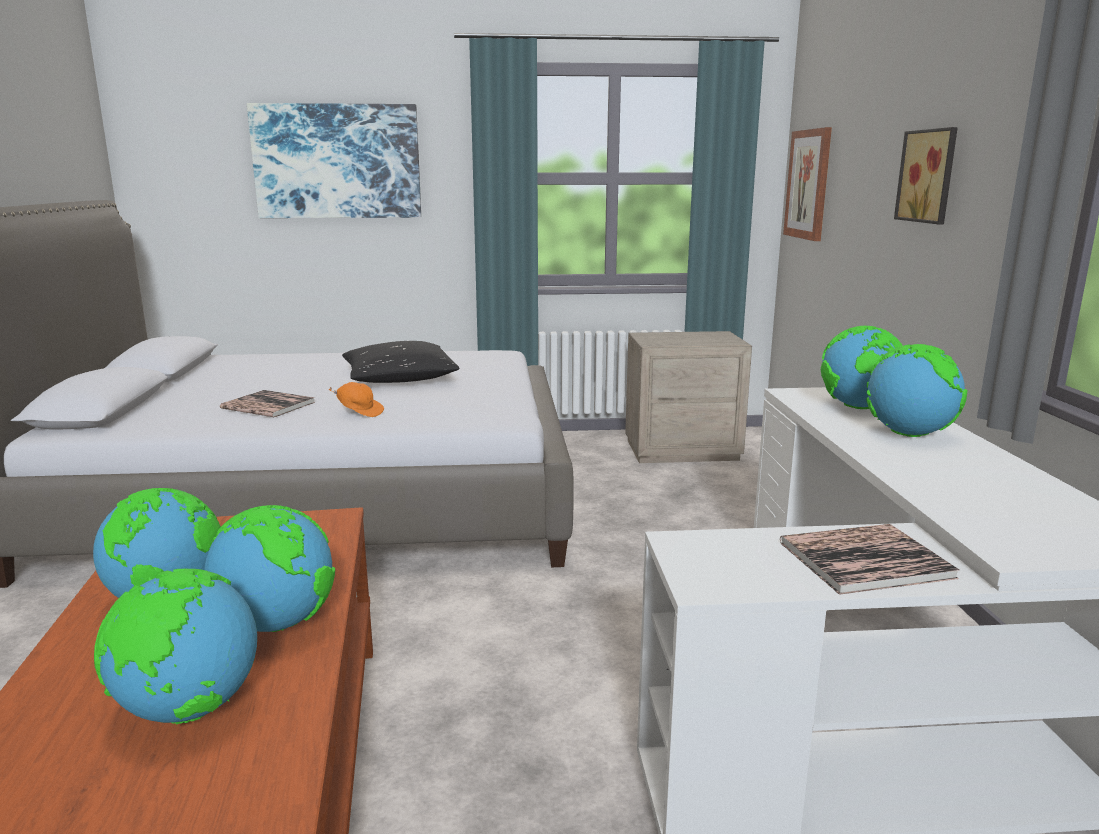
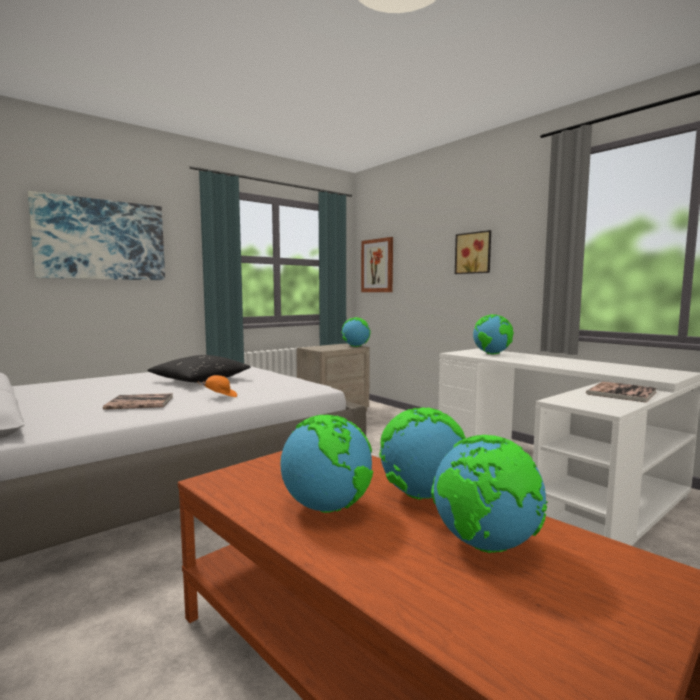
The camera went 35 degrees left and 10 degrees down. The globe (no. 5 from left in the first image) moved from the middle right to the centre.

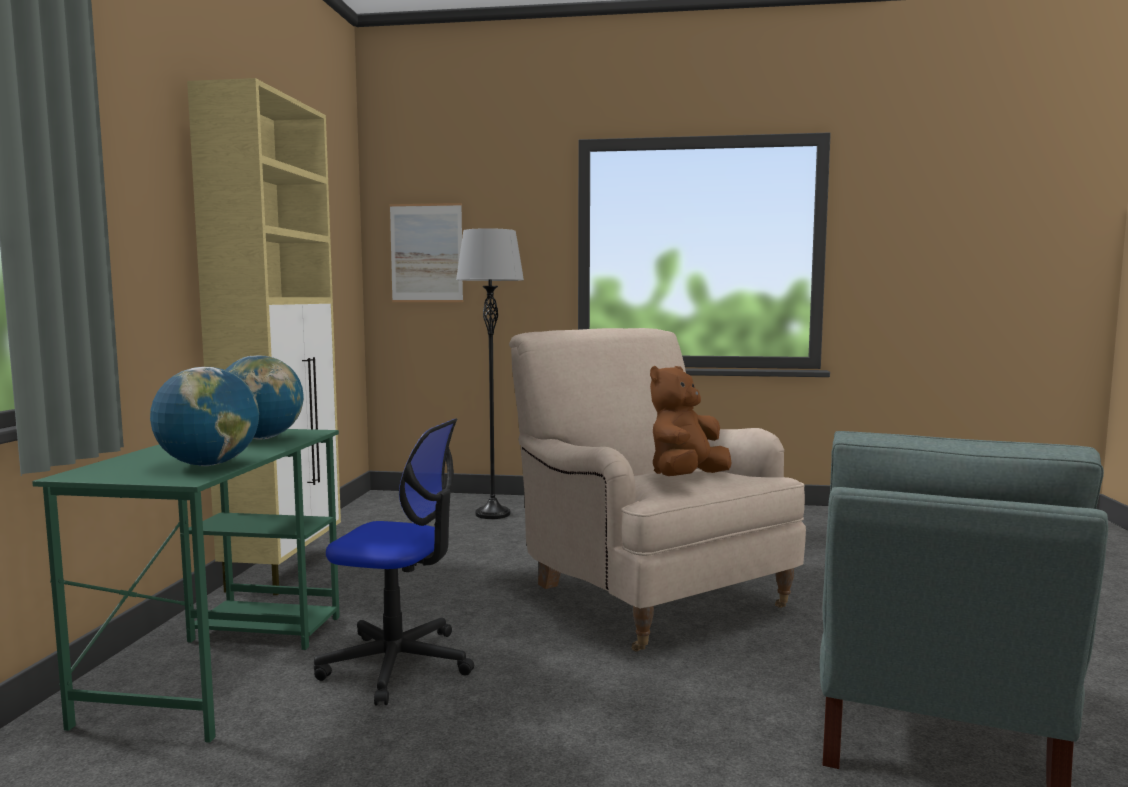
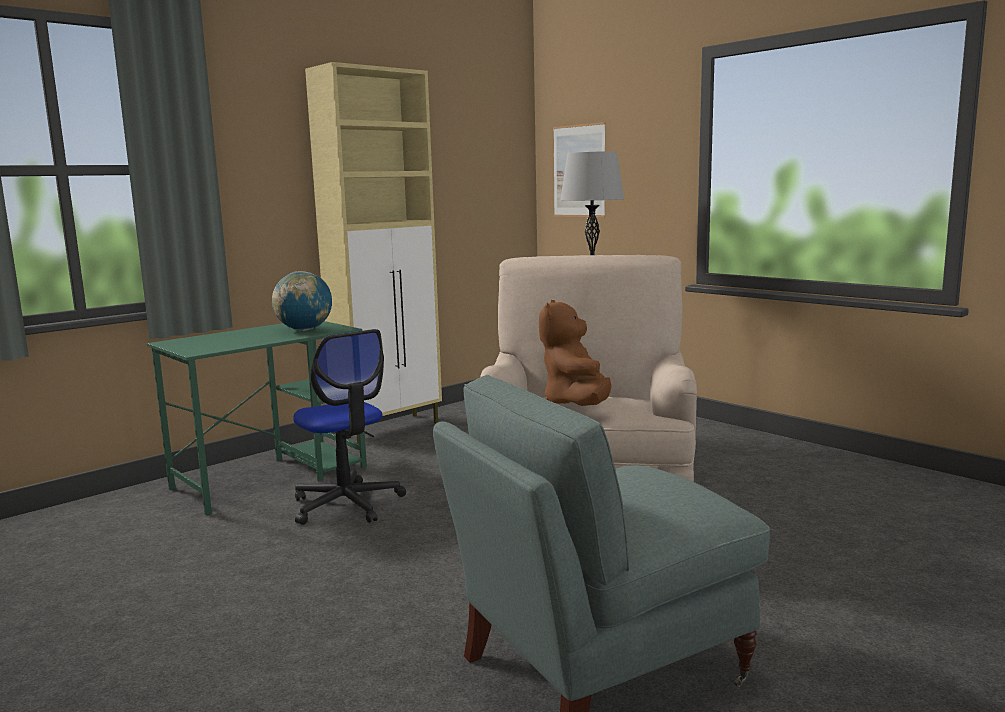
The camera went 40 degrees right and 5 degrees up. The plush toy/brown at the centre turned 75 degrees counterclockwise. The globe (no. 1 from left) at the middle left disappeared.

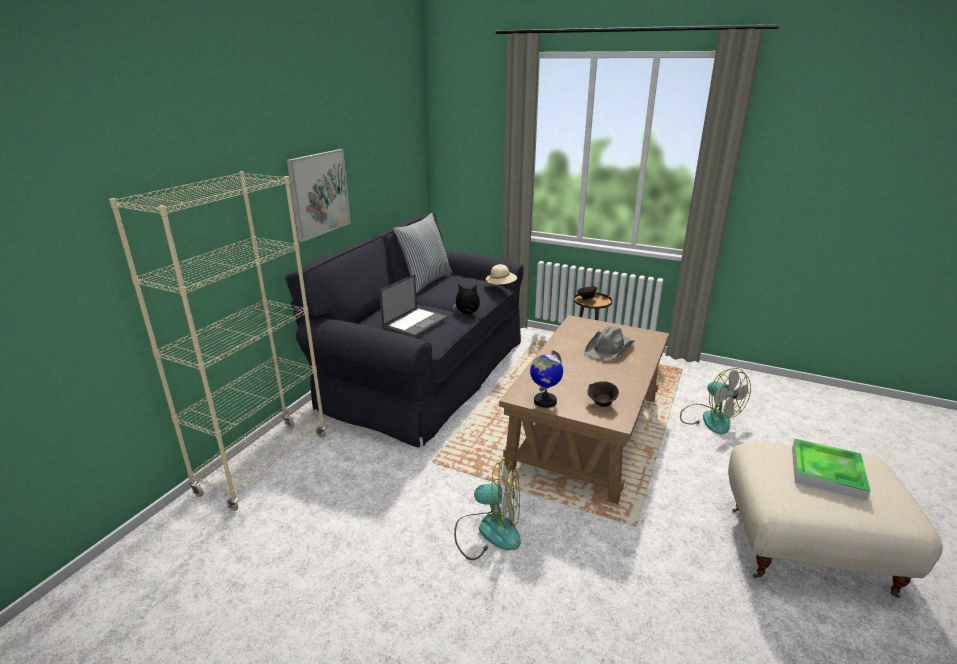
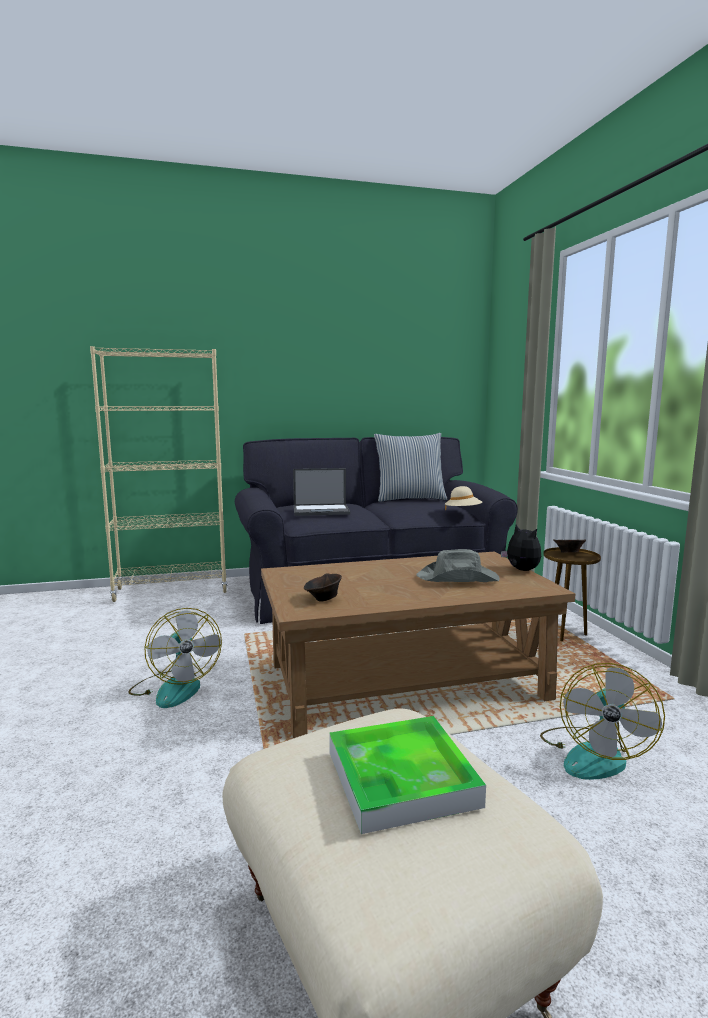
The camera went 50 degrees right and 15 degrees down. The plush toy moved from the centre to the middle right. The picture at the top centre disappeared. The globe at the centre disappeared.

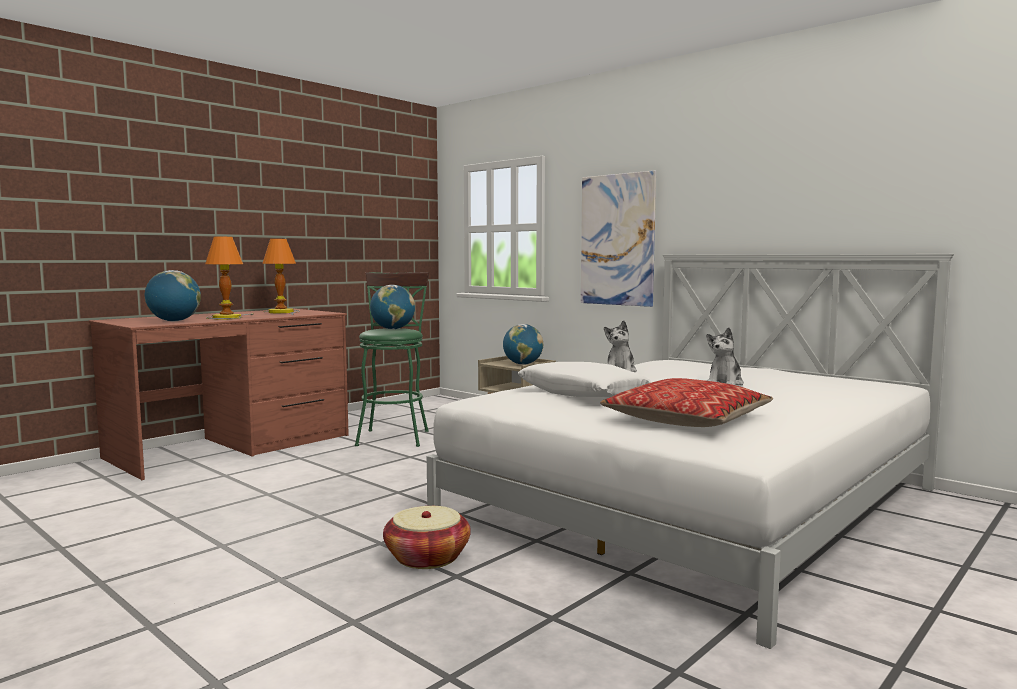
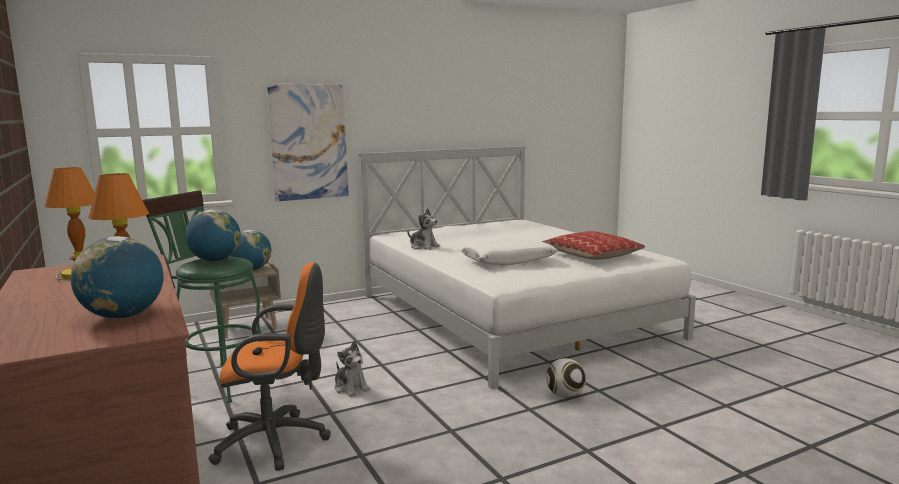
The camera went 70 degrees left and 5 degrees up. The office chair/orange at the bottom left appeared. The plush toy (no. 2 from left in the first image) moved from the middle right to the bottom centre. The basket at the bottom centre was replaced by the football at the bottom centre.

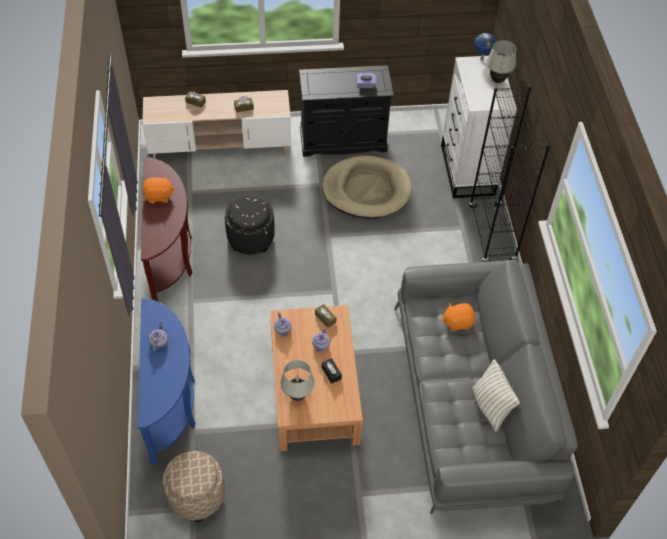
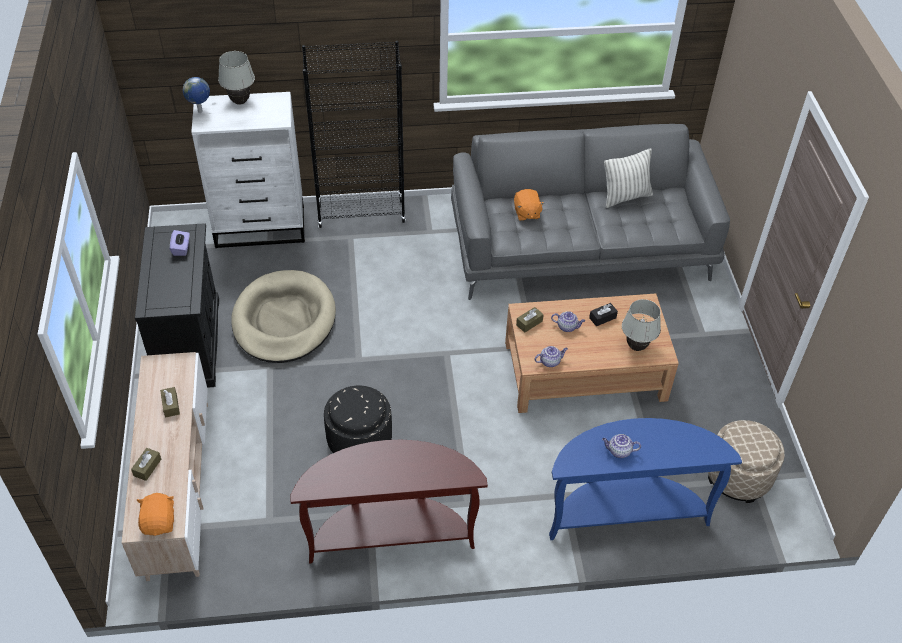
The camera went 90 degrees left and 5 degrees down. The plush toy/orange (no. 1 from left) moved from the middle left to the bottom left.

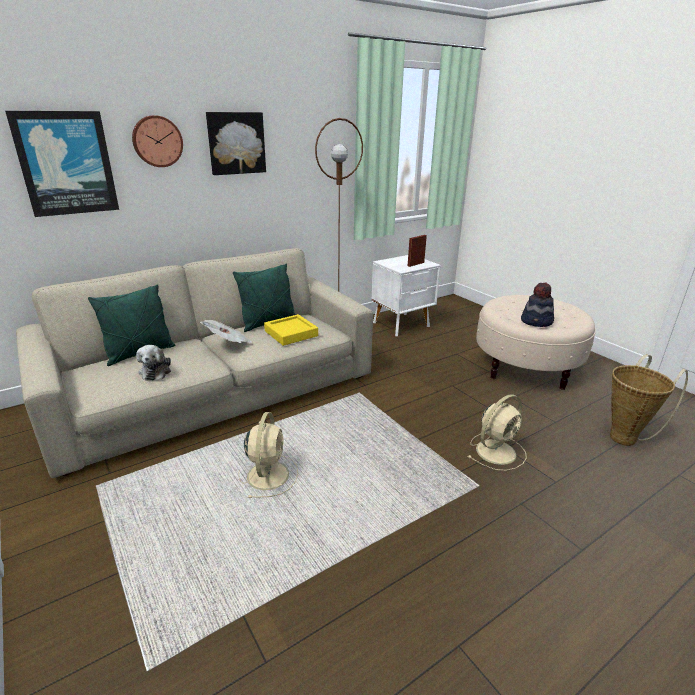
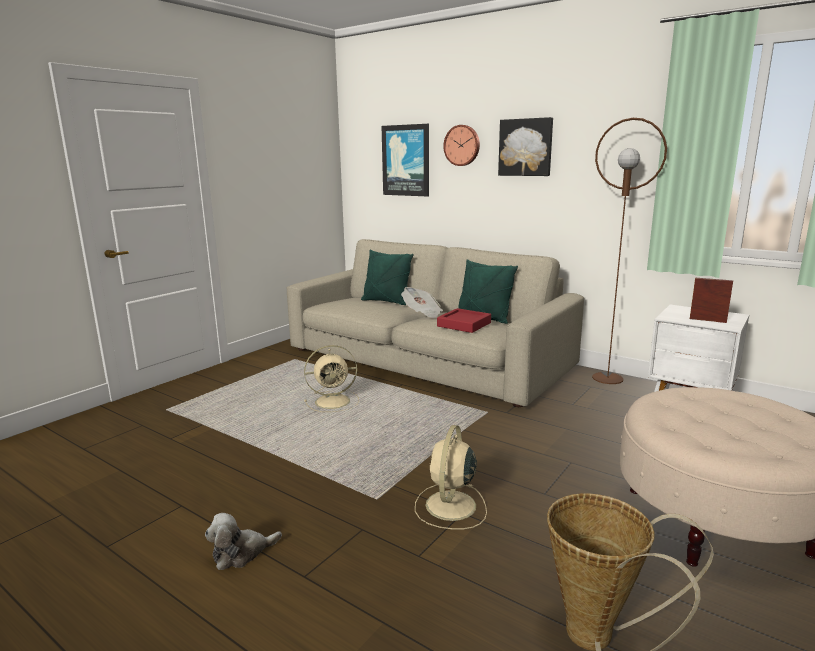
The camera went 70 degrees right and 10 degrees down. The plush toy moved from the middle left to the bottom left. The fan/beige (no. 2 from left) at the middle right turned 75 degrees clockwise. The tray/yellow at the centre became the tray/red at the centre. The hat at the middle right disappeared.

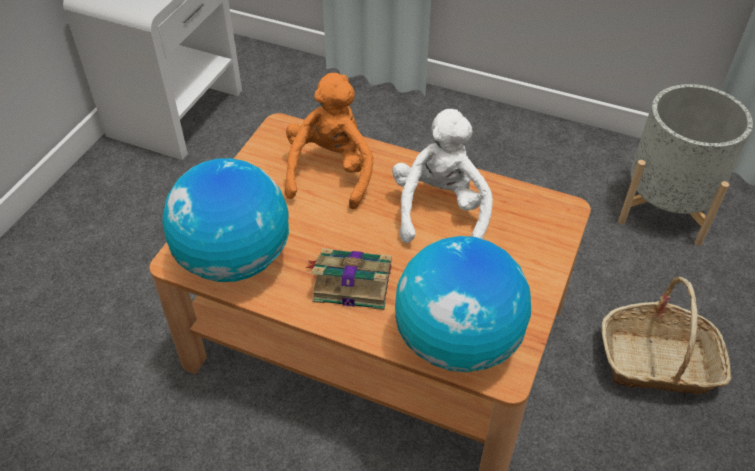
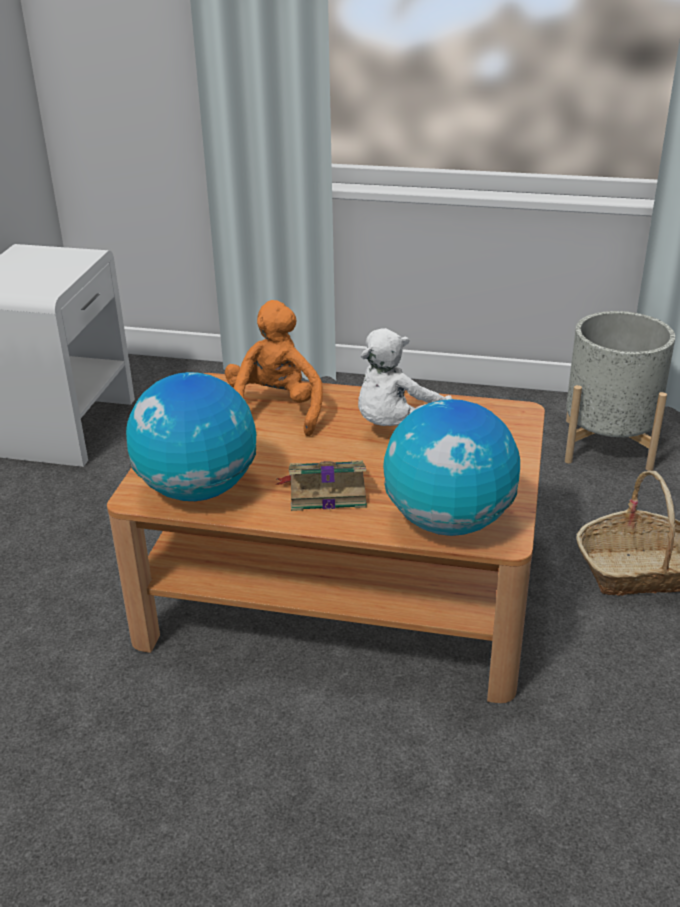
The camera went 10 degrees left and 15 degrees down. The plush toy/white at the centre turned 135 degrees counterclockwise.

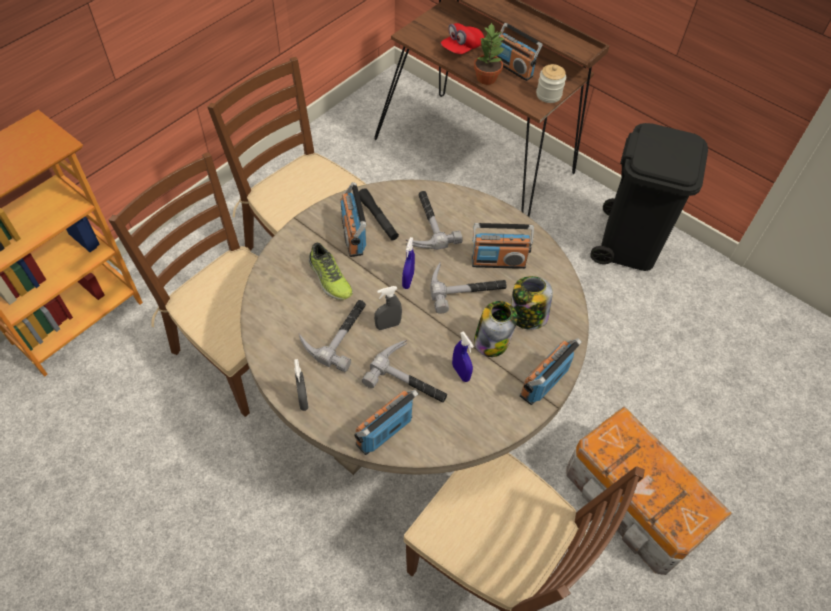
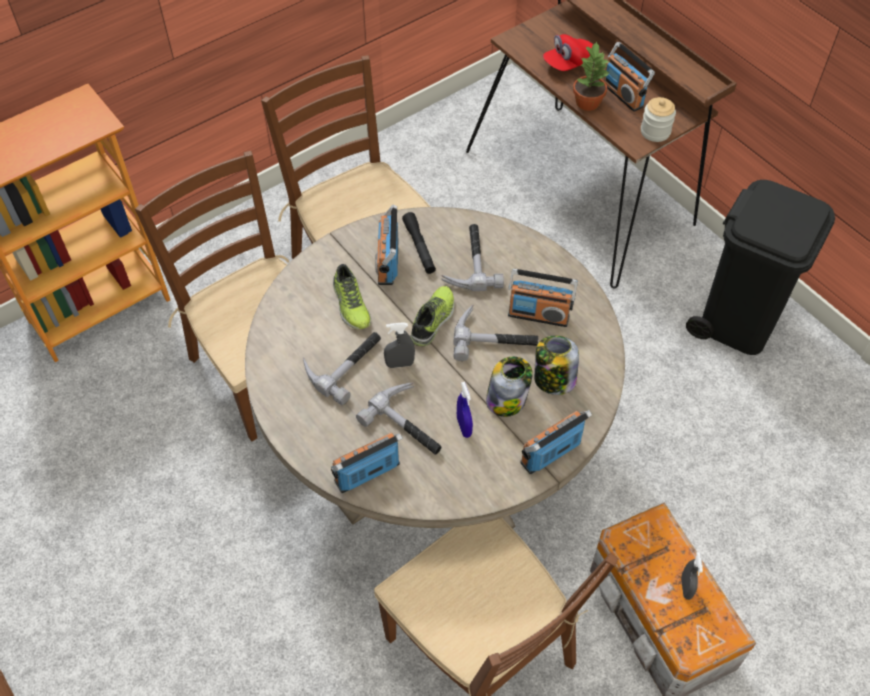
The camera went 15 degrees right and 0 degrees up. The spray bottle/blue (no. 1 from left) at the centre was replaced by the shoe (no. 2 from left) at the centre. The spray bottle/grey (no. 1 from left in the first image) moved from the centre to the bottom right.

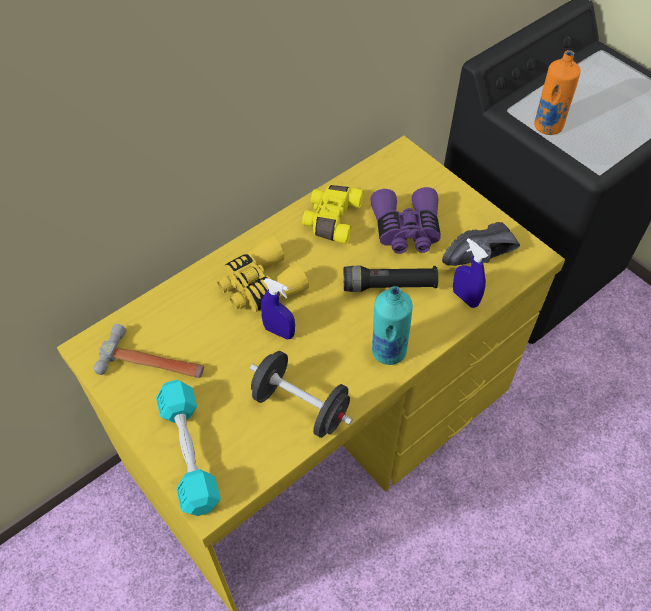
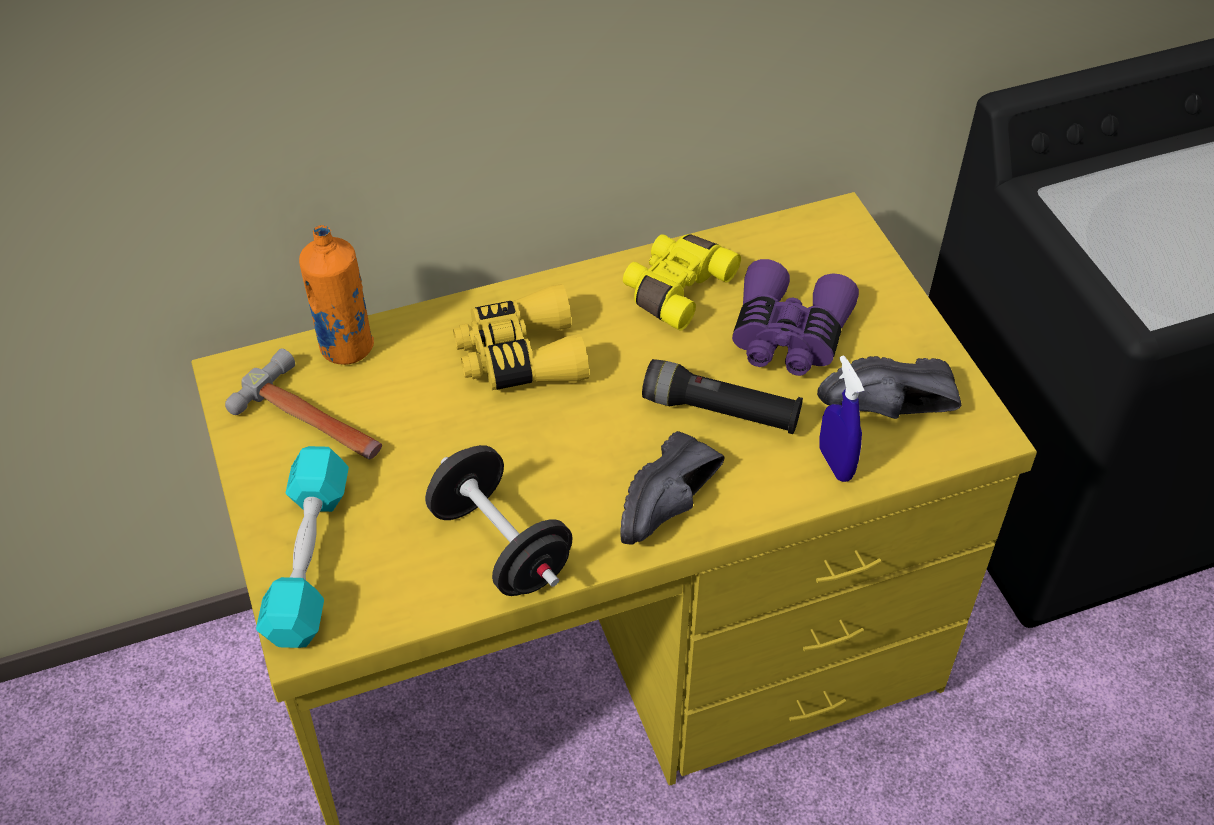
The camera went 20 degrees right and 5 degrees down. The bottle/orange moved from the top right to the middle left. The bottle/turquoise at the centre was replaced by the shoe/black (no. 1 from left) at the centre. The spray bottle/blue (no. 1 from left) at the centre disappeared.

